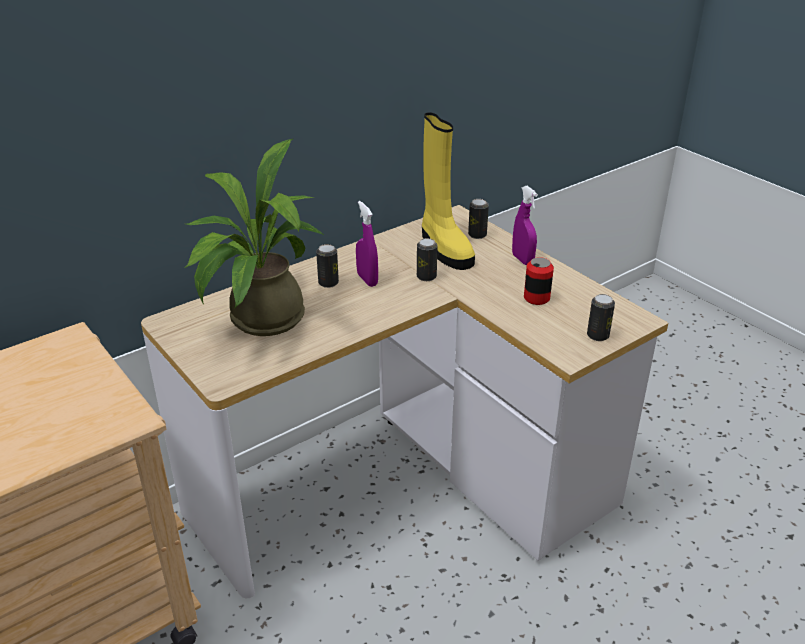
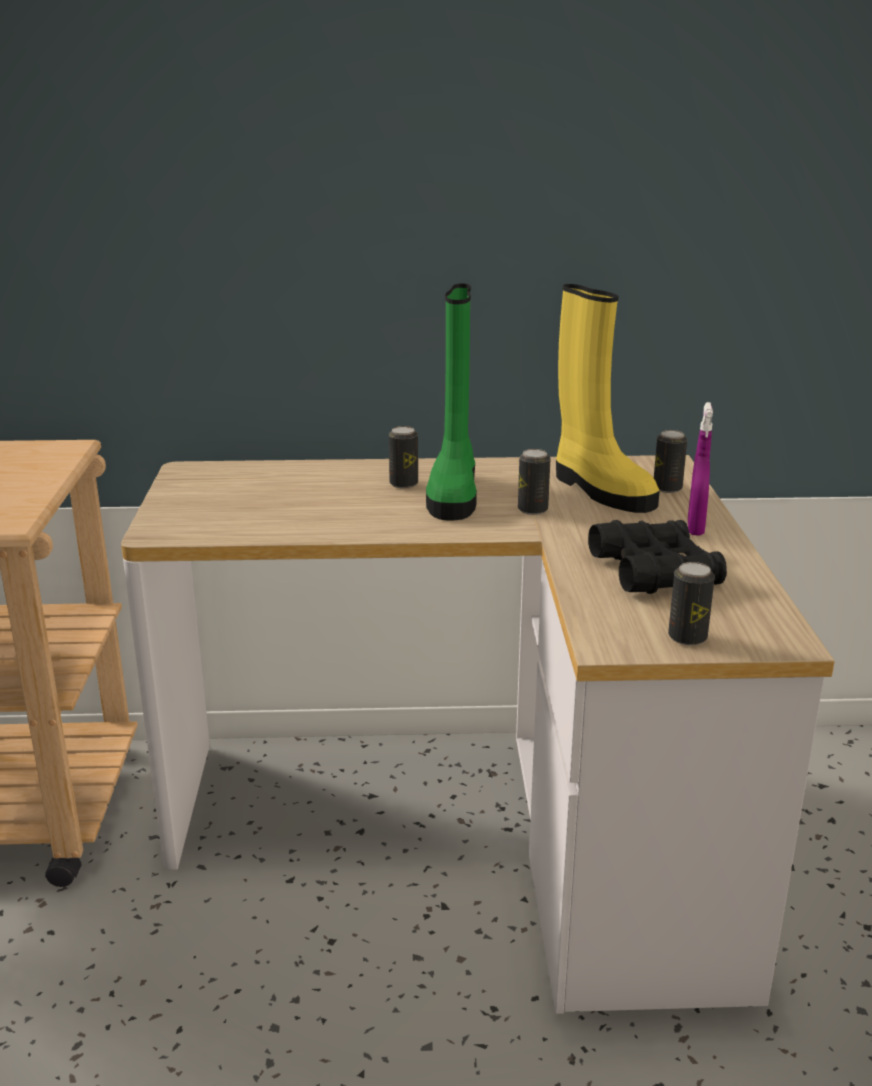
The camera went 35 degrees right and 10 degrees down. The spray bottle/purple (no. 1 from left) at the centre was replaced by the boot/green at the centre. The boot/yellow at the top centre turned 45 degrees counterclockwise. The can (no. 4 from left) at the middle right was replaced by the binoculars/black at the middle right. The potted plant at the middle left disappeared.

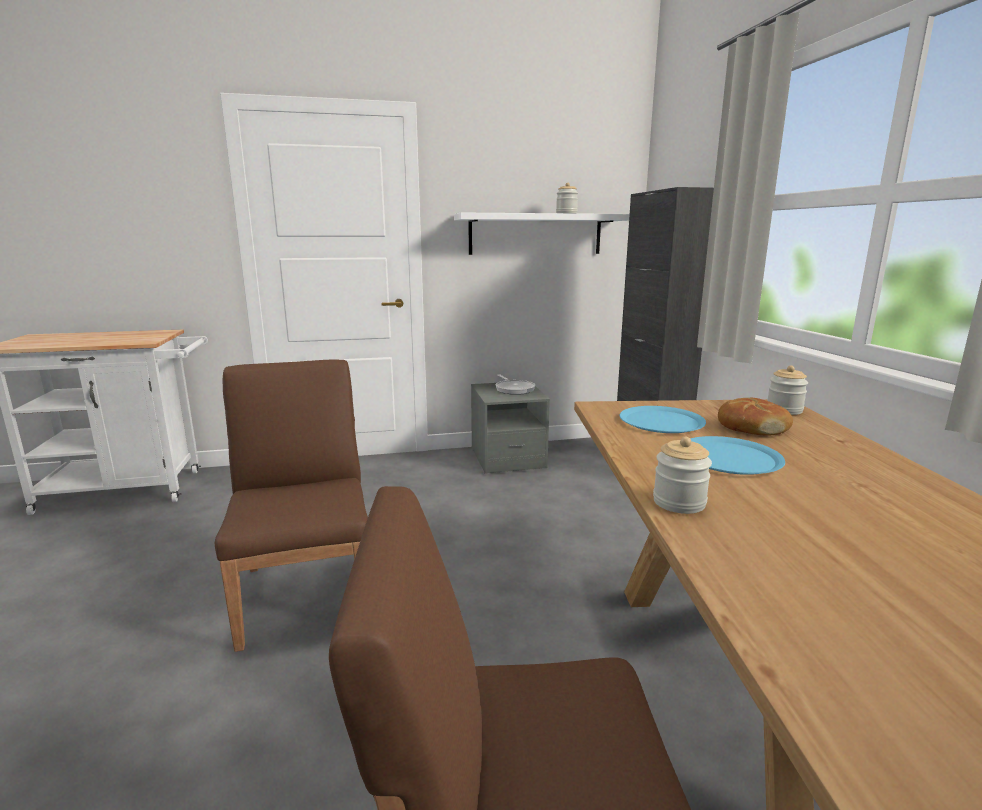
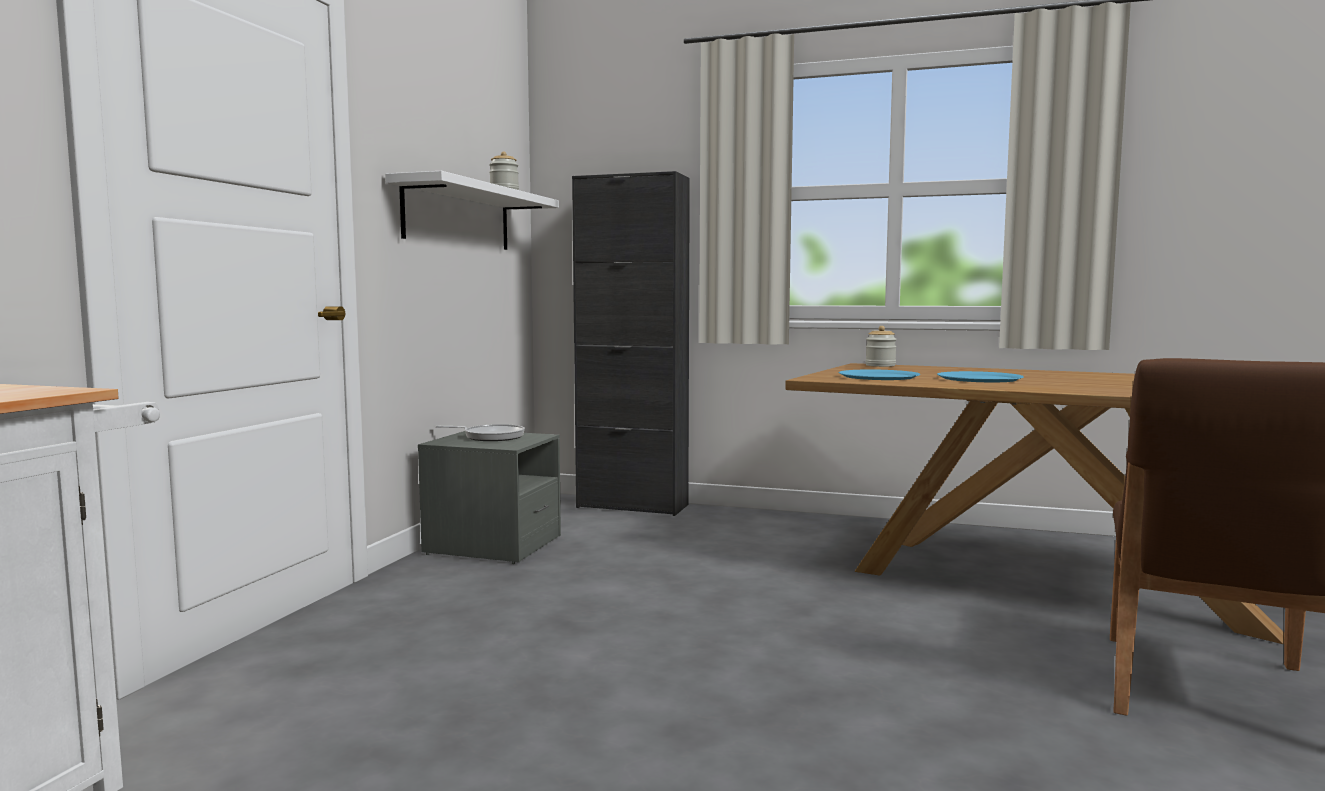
The camera went 60 degrees left and 10 degrees down. The chair/brown (no. 1 from left) at the middle left disappeared. The jar (no. 2 from left) at the middle right disappeared. The bread at the middle right disappeared.

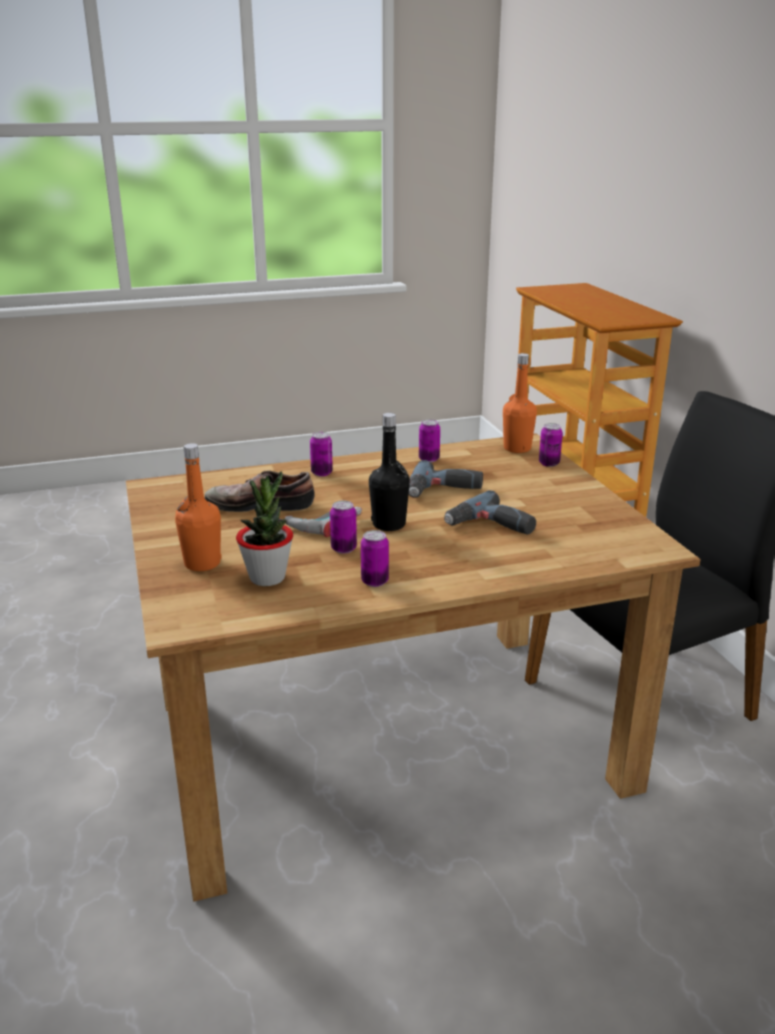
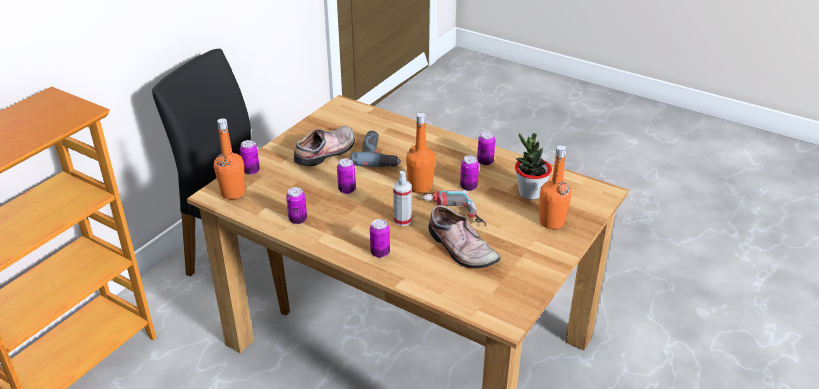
The camera went 130 degrees left and 10 degrees up. The shoe (no. 1 from left) at the centre appeared. The power drill (no. 2 from left) at the centre was replaced by the can (no. 3 from left) at the centre. The spray bottle at the centre appeared. The bottle/black at the centre became the bottle/orange (no. 2 from left) at the centre.

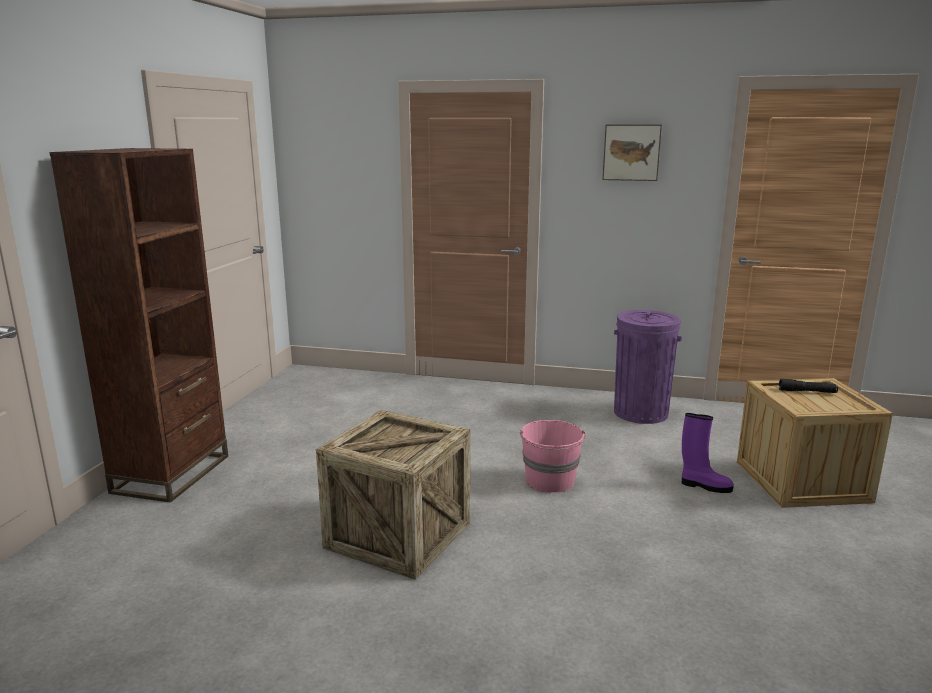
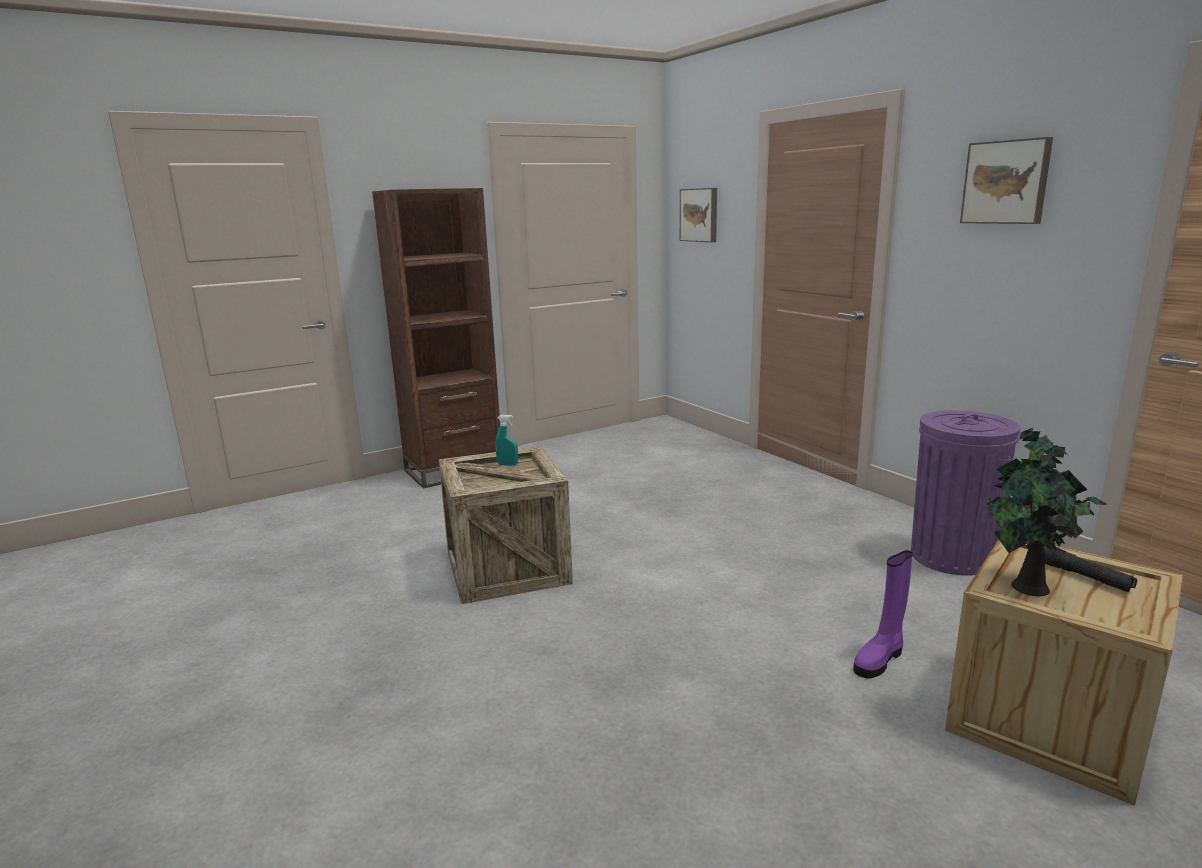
The camera went 45 degrees right and 0 degrees up. The spray bottle/turquoise at the centre appeared. The picture (no. 1 from left) at the top centre appeared. The boot/purple at the middle right turned 75 degrees clockwise. The potted plant at the middle right appeared. The bucket/pink at the centre disappeared.

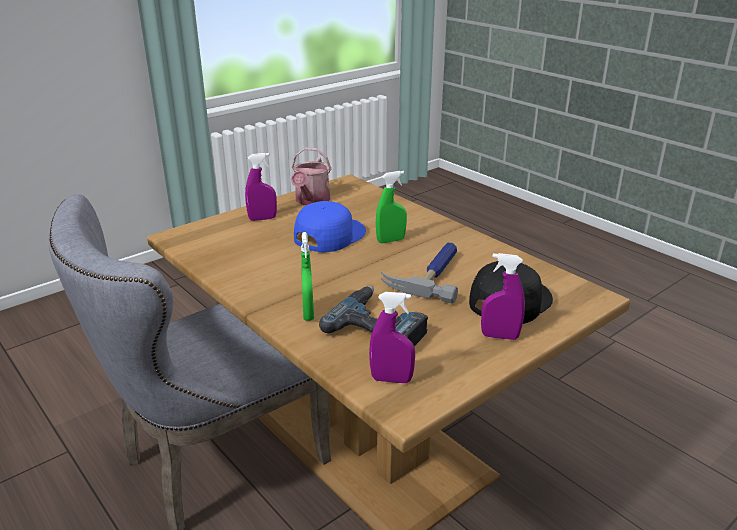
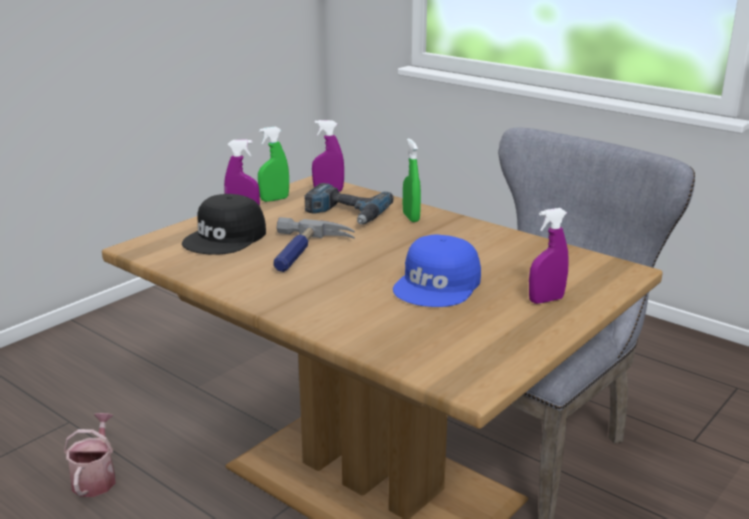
The camera went 170 degrees right and 5 degrees down. The watering can moved from the top centre to the bottom left. The spray bottle/green (no. 2 from left in the first image) moved from the centre to the top centre.

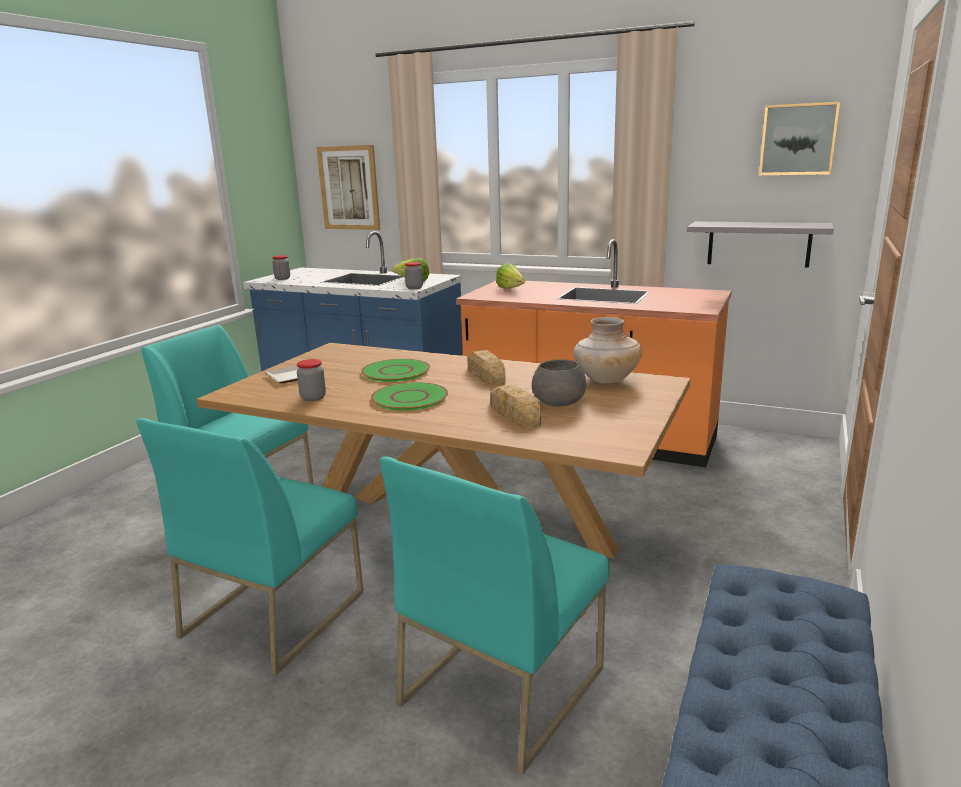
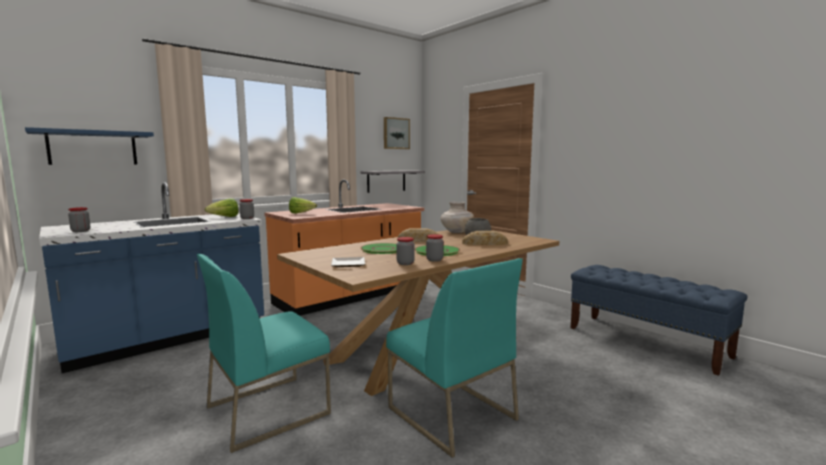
The camera went 65 degrees left and 10 degrees down. The picture (no. 1 from left) at the top centre was replaced by the shelf/blue at the top left. The jar (no. 4 from left) at the centre appeared. The chair/turquoise (no. 3 from left) at the bottom centre disappeared.

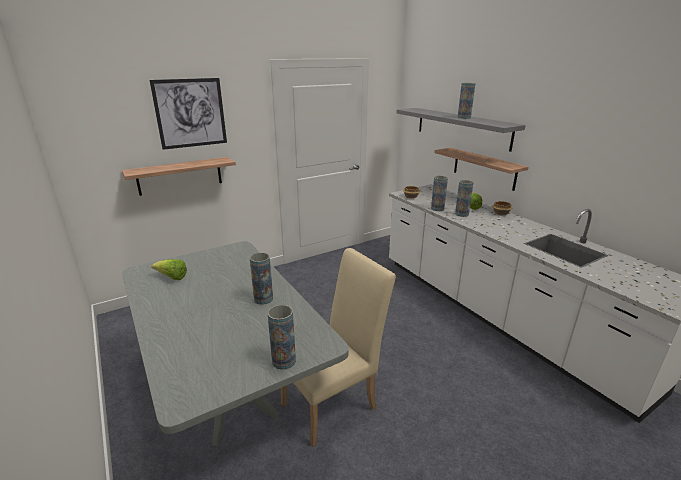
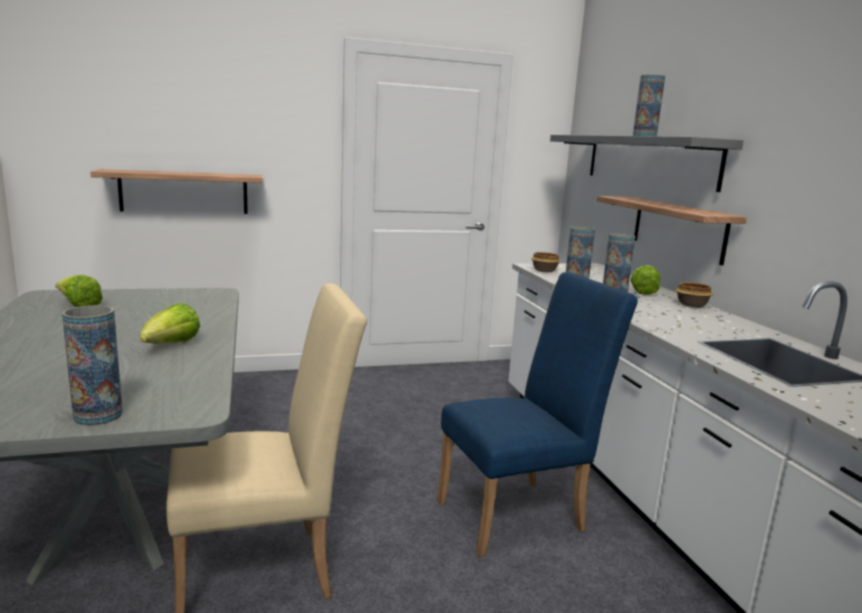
The camera went 15 degrees right and 10 degrees down. The vase (no. 1 from left) at the centre was replaced by the lettuce (no. 2 from left) at the middle left. The chair/blue at the bottom centre appeared. The picture at the top left disappeared.

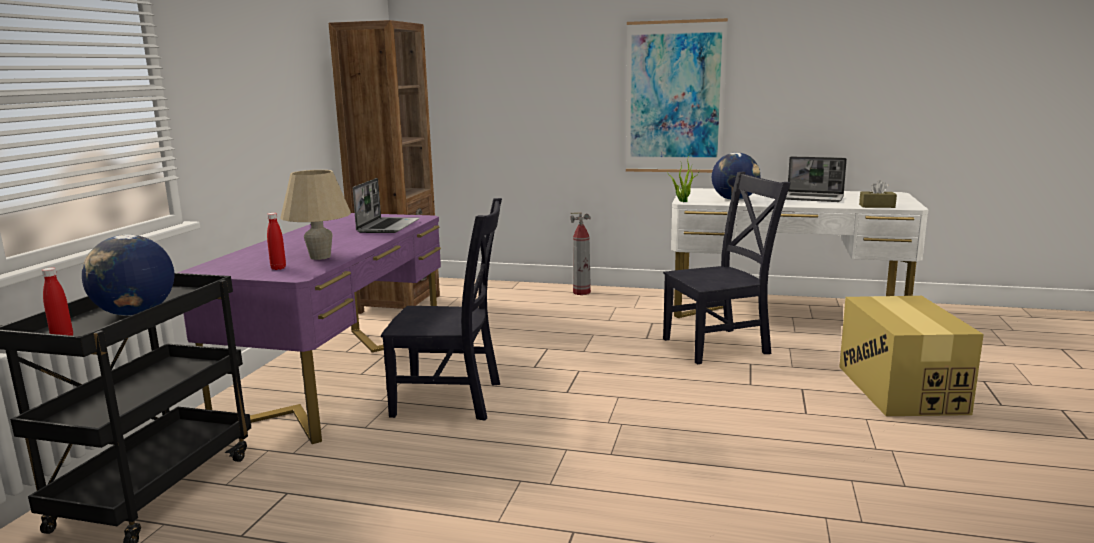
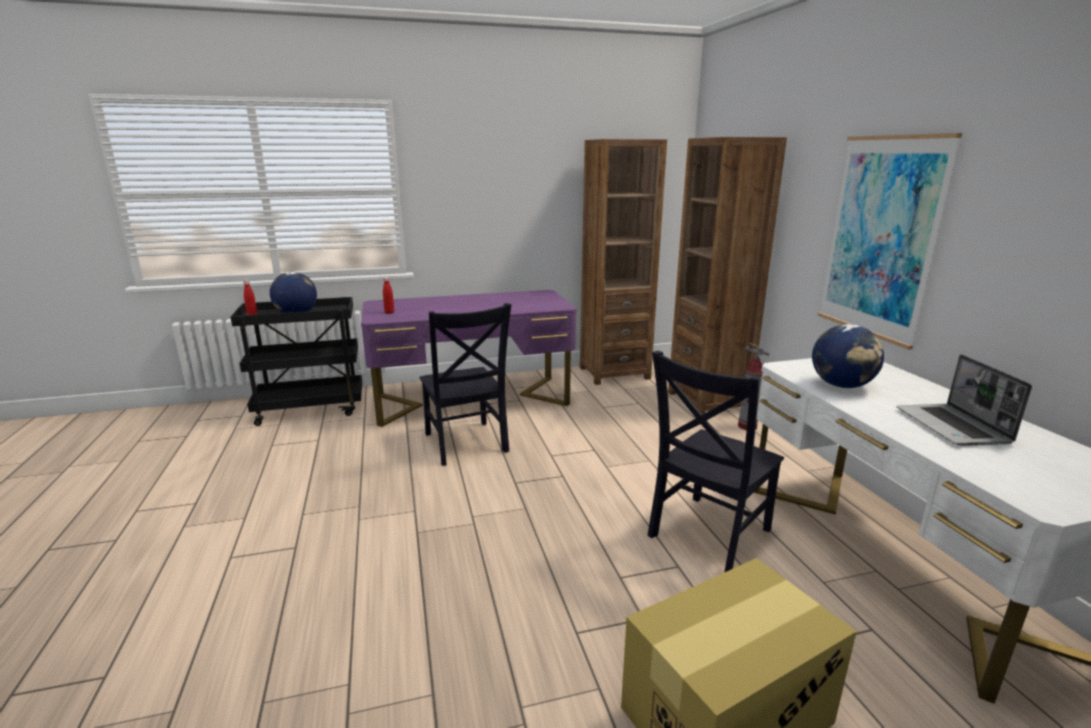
The camera went 60 degrees right and 5 degrees up. The chair/black (no. 2 from left) at the centre turned 90 degrees clockwise. The bookcase/brown (no. 2 from left) at the centre appeared. The table lamp/beige at the middle left disappeared. The laptop (no. 1 from left) at the centre disappeared. The potted plant at the top centre disappeared. The tissue box/brown at the middle right disappeared.

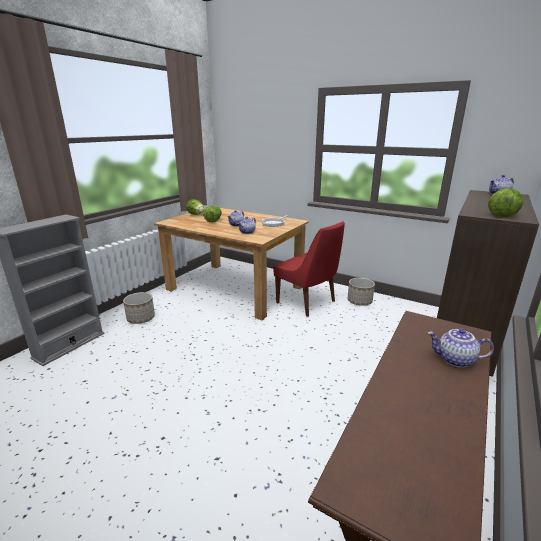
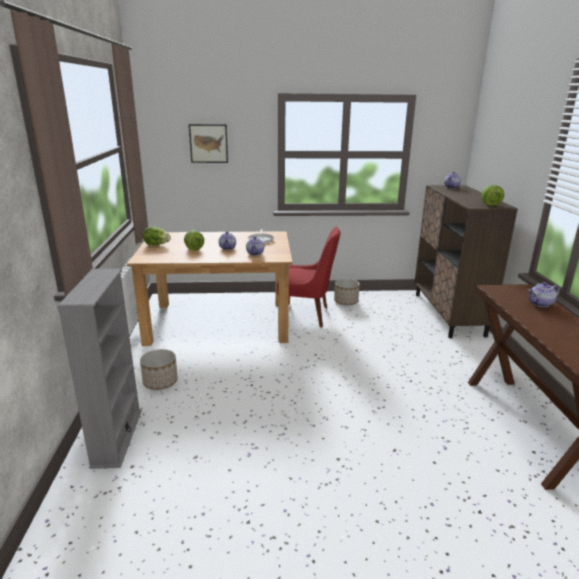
The camera went 35 degrees left and 0 degrees up. The picture at the top centre appeared.

